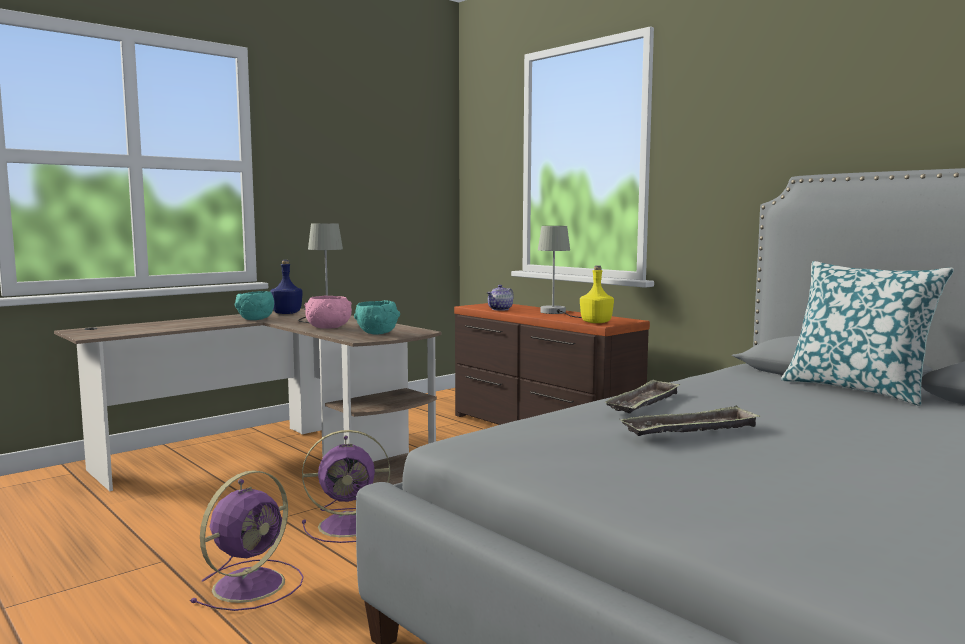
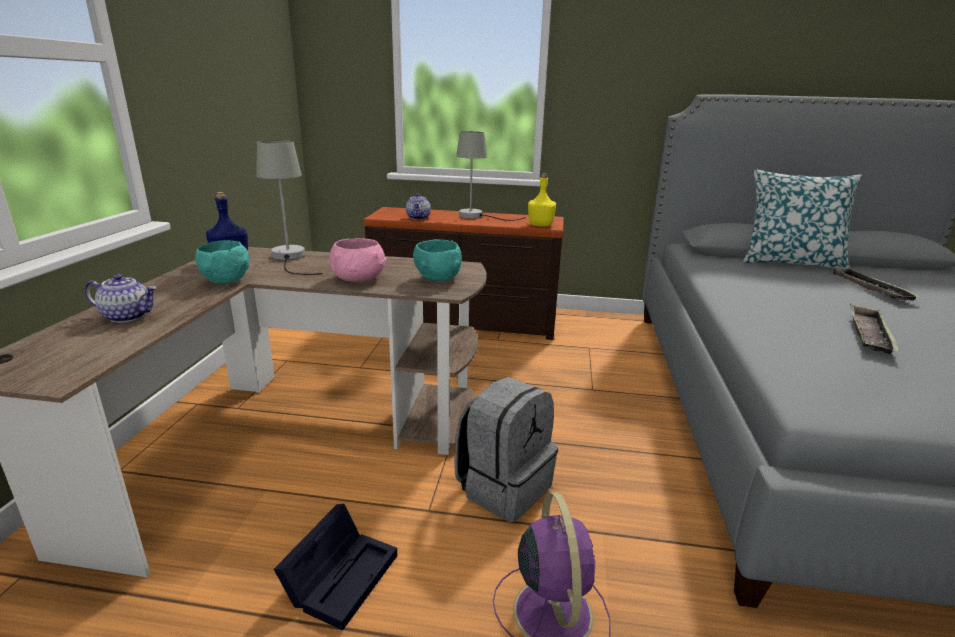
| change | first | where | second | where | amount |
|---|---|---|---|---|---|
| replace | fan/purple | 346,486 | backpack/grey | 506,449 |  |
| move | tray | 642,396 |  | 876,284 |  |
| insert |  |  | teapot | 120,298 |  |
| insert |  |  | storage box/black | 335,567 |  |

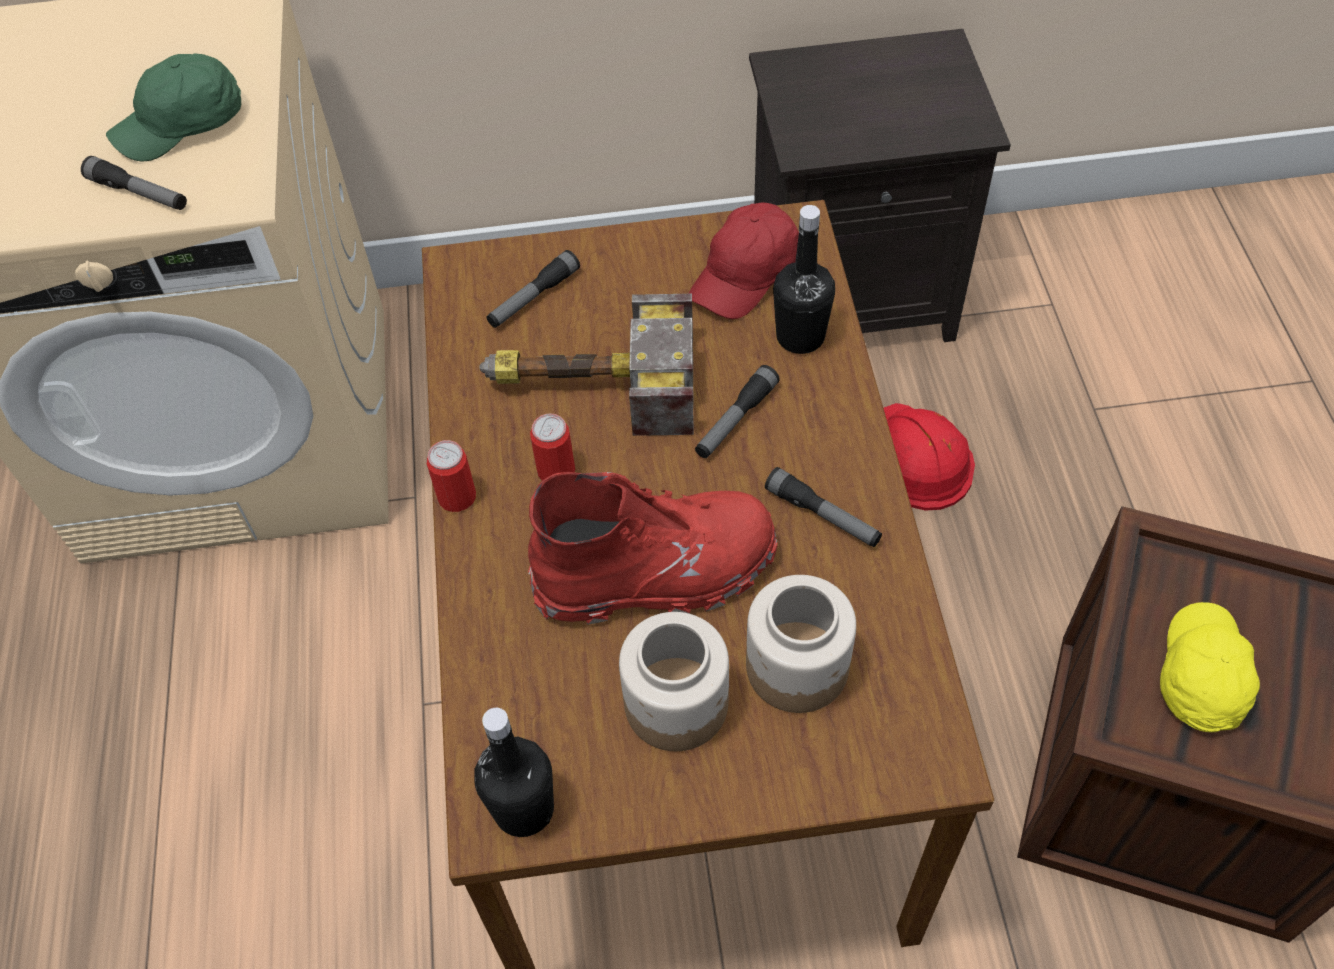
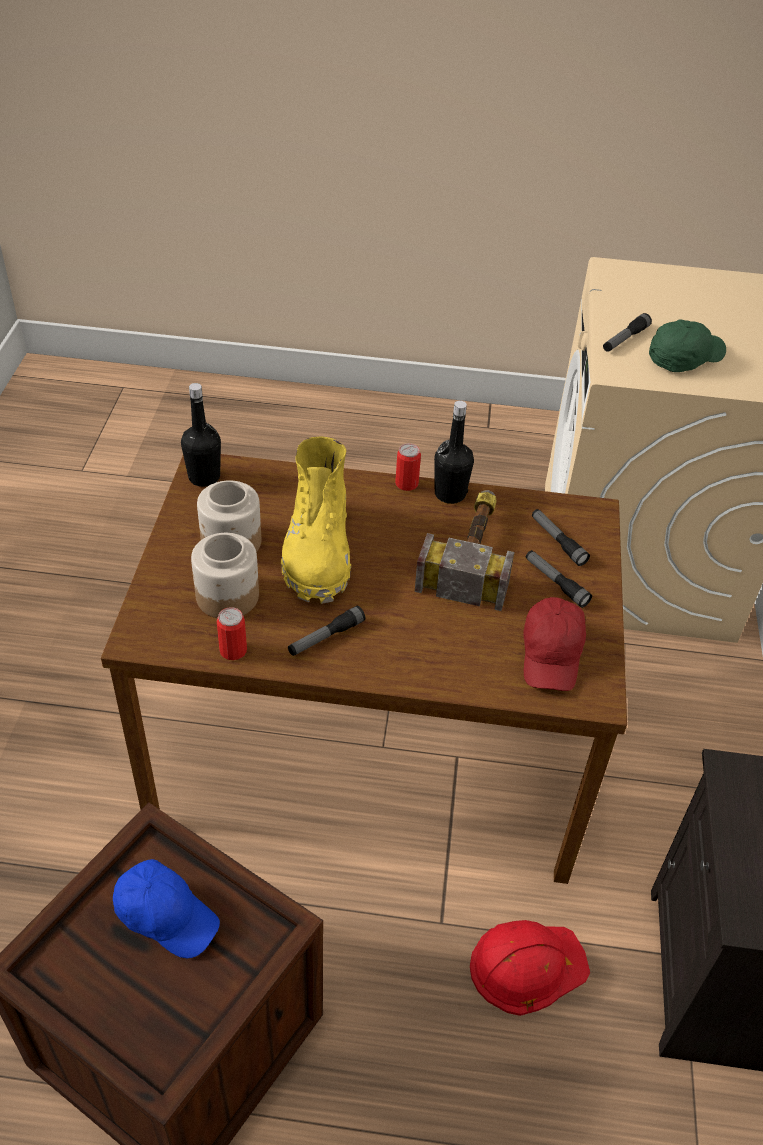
| change | first | where | second | where | amount |
|---|---|---|---|---|---|
| rotate | cap/green | 173,107 |  | 687,346 | 75 degrees clockwise |
| recolor | boot/red | 653,548 | boot/yellow | 316,520 |  |
| move | can | 552,447 |  | 232,633 |  |
| rotate | cap/red | 744,261 |  | 554,644 | 135 degrees counterclockwise |
| move | flashlight | 737,411 |  | 559,579 |  |
| move | bottle/black | 804,279 |  | 454,452 |  |
| recolor | cap/yellow | 1210,667 | cap/blue | 166,908 |  |

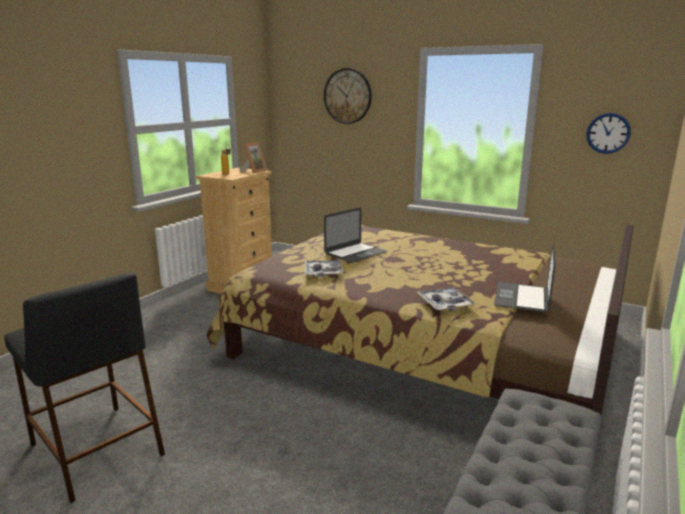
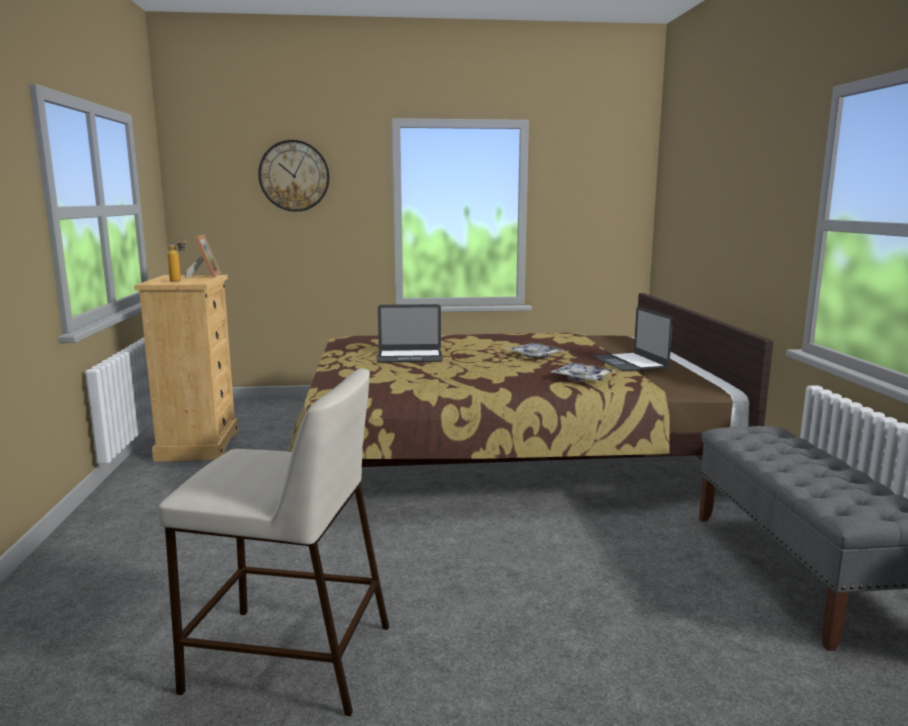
| change | first | where | second | where | amount |
|---|---|---|---|---|---|
| recolor | stool/black | 84,388 | stool/beige | 273,542 |  |
| move | tray | 324,268 |  | 535,350 |  |
| rotate | laptop | 355,235 |  | 410,333 | 75 degrees clockwise |
| delete | wall clock | 609,133 |  |  |  |

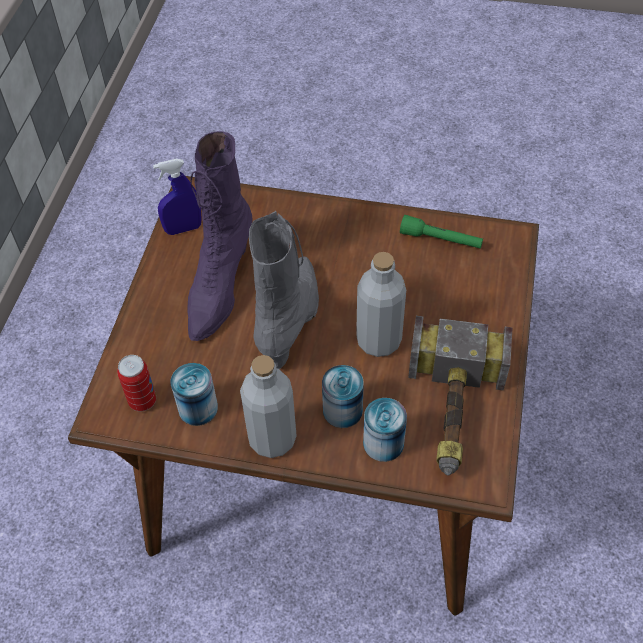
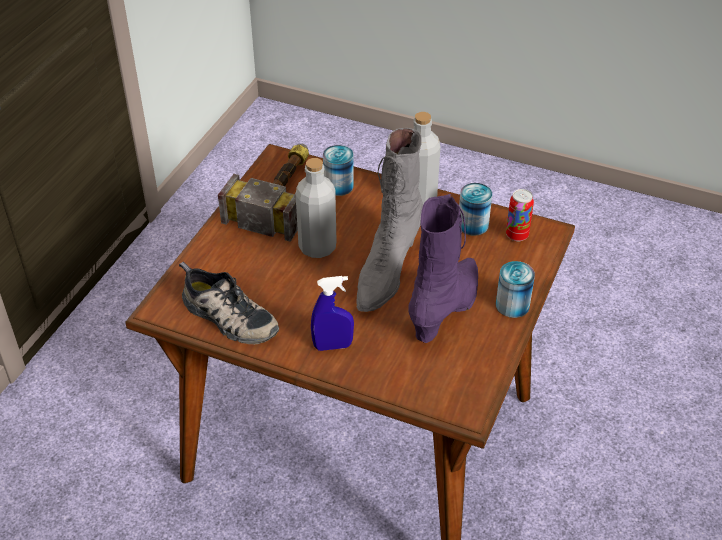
| change | first | where | second | where | amount |
|---|---|---|---|---|---|
| move | spray bottle/blue | 177,197 |  | 332,313 |  |
| move | can | 343,396 |  | 515,289 |  |
| replace | flashlight/green | 441,232 | shoe | 229,303 |  |

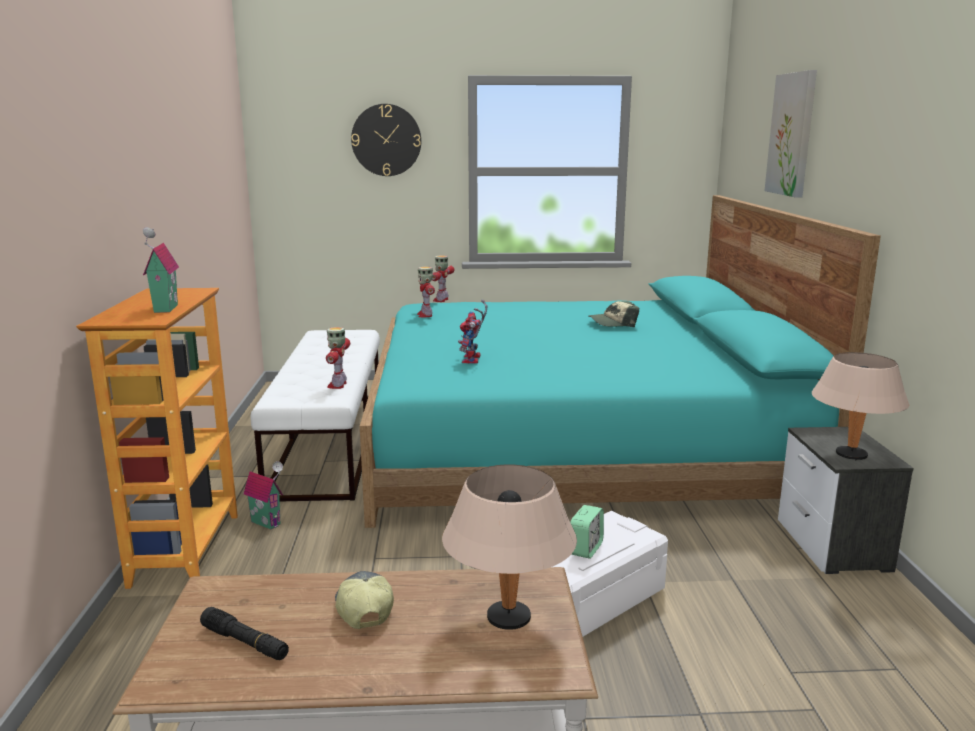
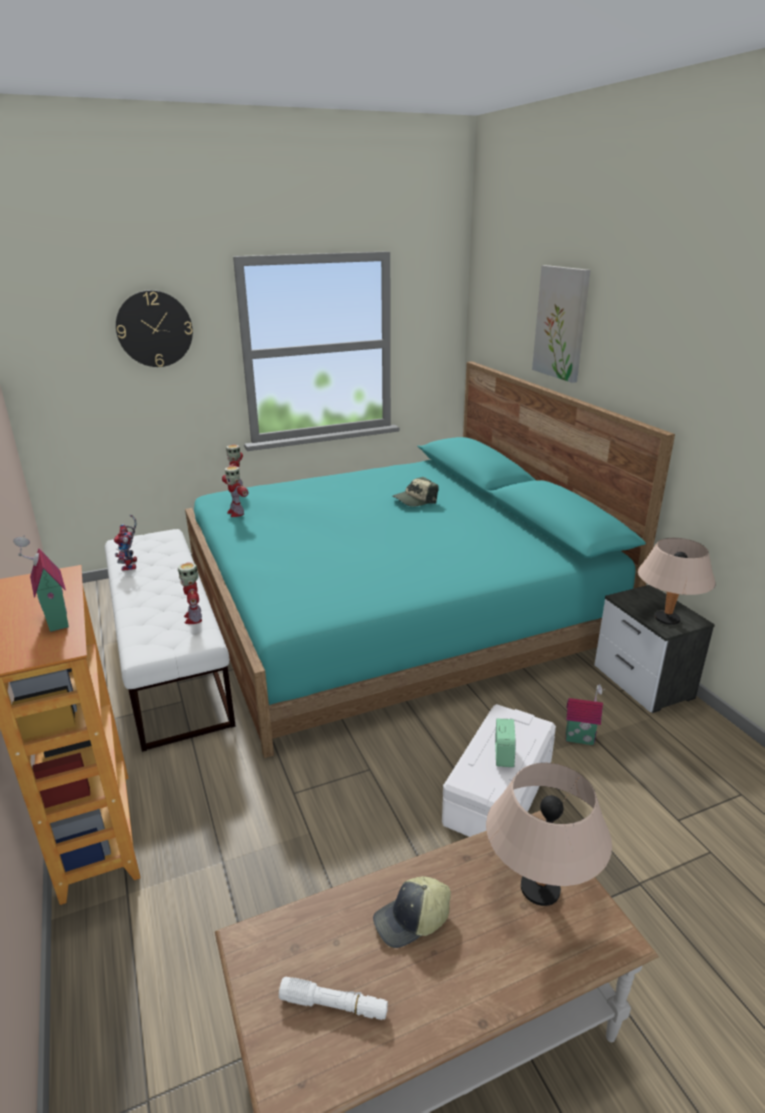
| change | first | where | second | where | amount |
|---|---|---|---|---|---|
| recolor | flashlight/black | 244,633 | flashlight/white | 333,998 |  |
| move | toy house | 263,495 |  | 585,714 |  |
| rotate | cap | 364,600 |  | 412,912 | 75 degrees counterclockwise |
| move | toy robot | 472,332 |  | 125,542 |  |

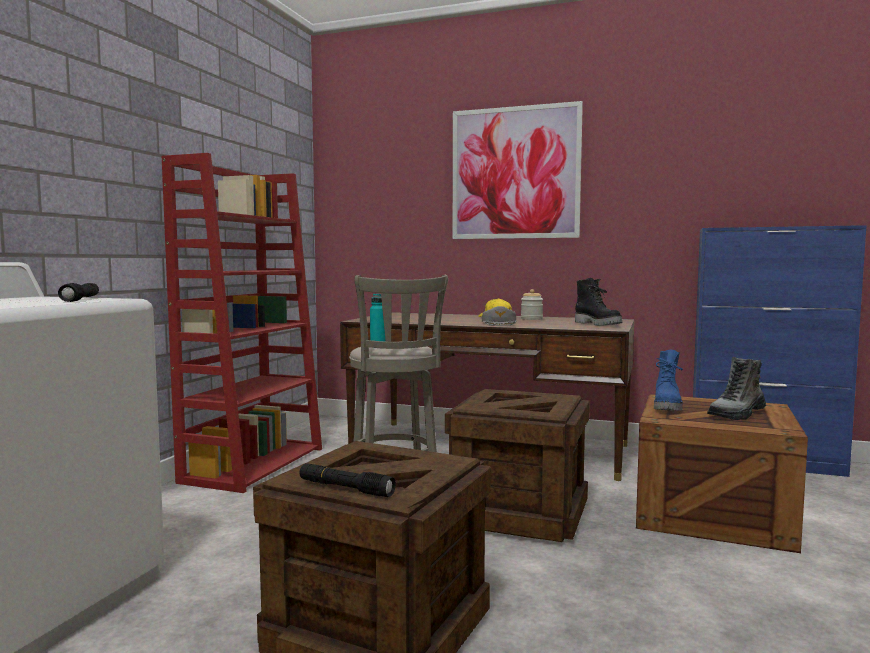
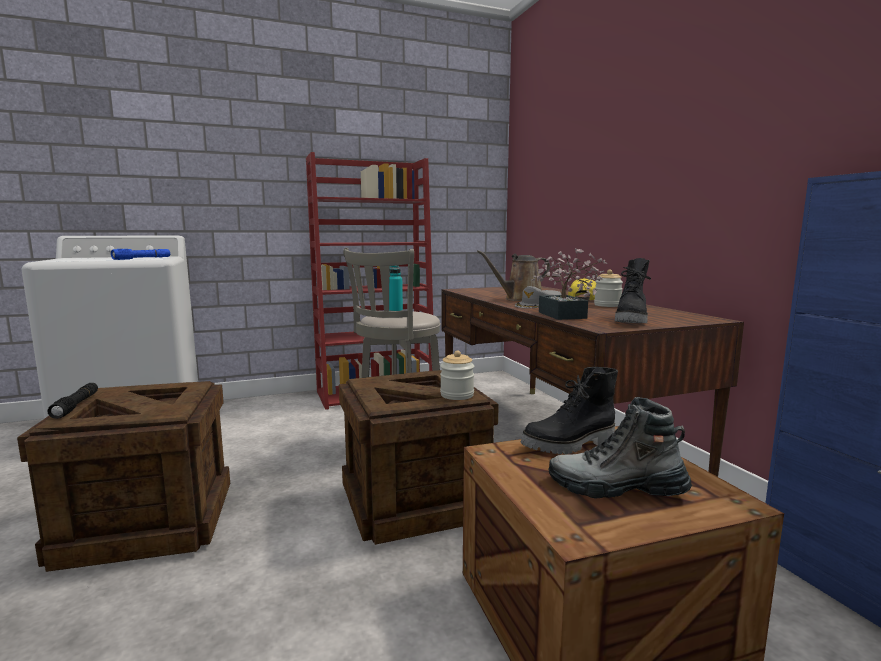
| change | first | where | second | where | amount |
|---|---|---|---|---|---|
| recolor | flashlight/black | 78,292 | flashlight/blue | 140,254 |  |
| delete | picture | 518,170 |  |  |  |
| recolor | boot/blue | 668,380 | boot/black | 569,410 |  |
| insert |  |  | jar | 457,375 |  |
| insert |  |  | watering can/brown | 513,275 |  |
| insert |  |  | potted plant | 569,284 |  |

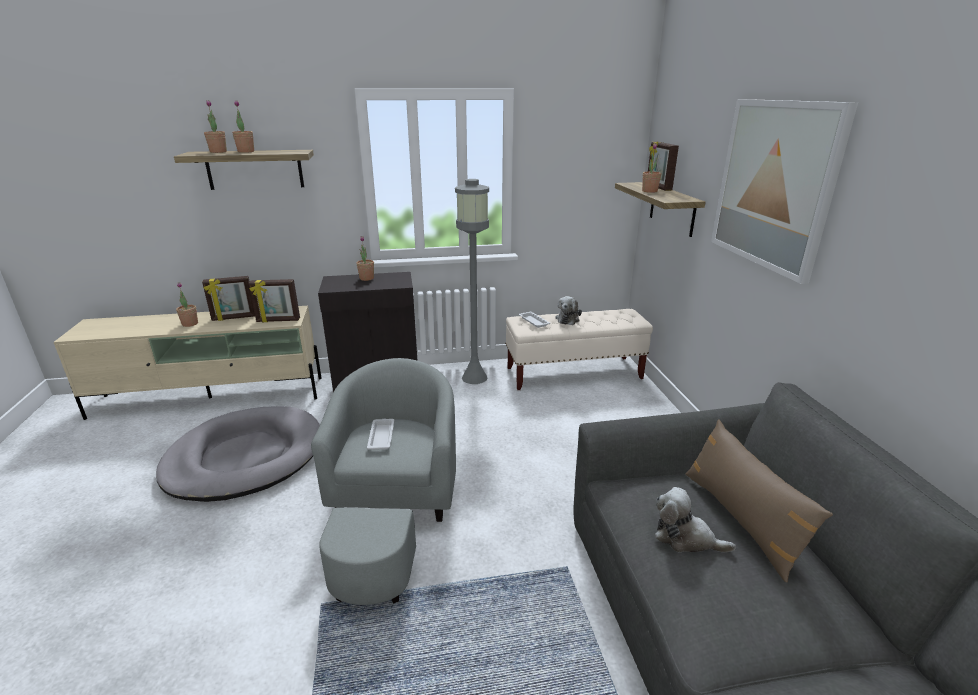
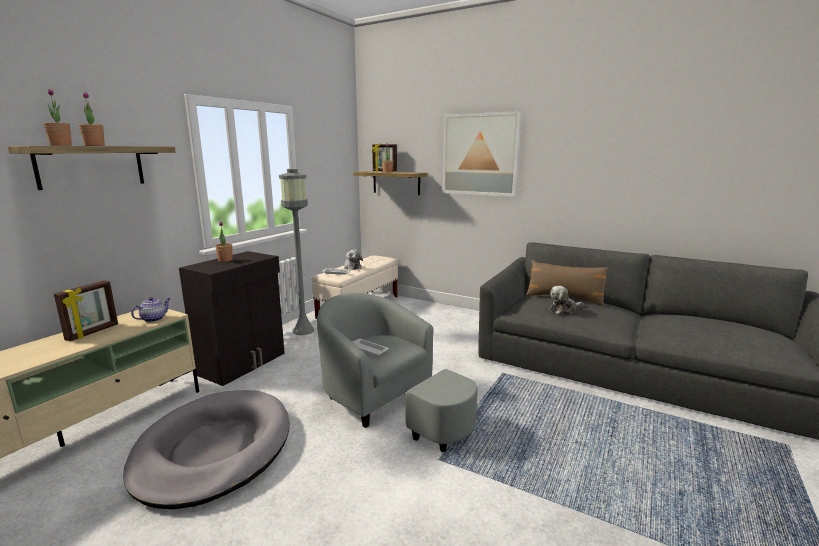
| change | first | where | second | where | amount |
|---|---|---|---|---|---|
| delete | potted plant | 187,304 |  |  |  |
| replace | picture frame | 274,300 | teapot | 150,309 |  |

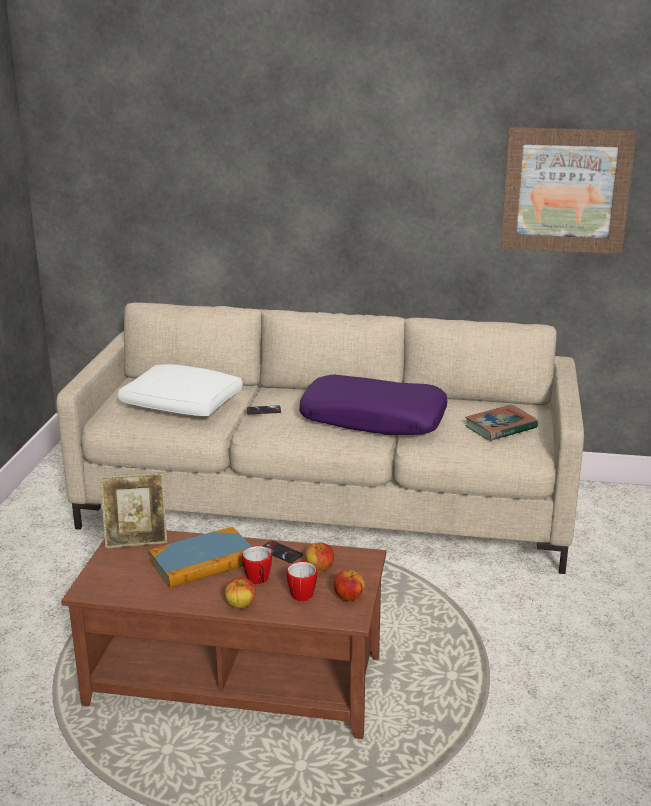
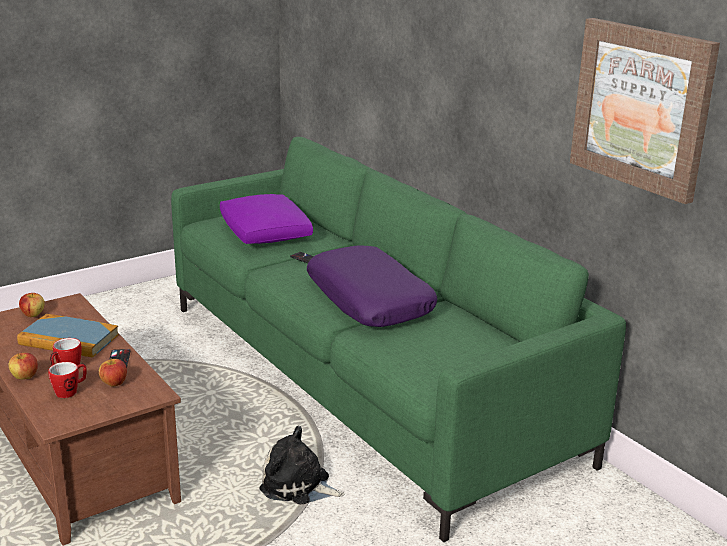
| change | first | where | second | where | amount |
|---|---|---|---|---|---|
| recolor | sofa/beige | 320,438 | sofa/green | 398,339 |  |
| delete | picture frame | 133,510 |  |  |  |
| recolor | pillow/white | 180,390 | pillow/purple | 266,219 |  |
| move | apple | 349,585 |  | 32,305 |  |
| delete | book | 501,422 |  |  |  |
| insert |  |  | plush toy | 302,465 |  |

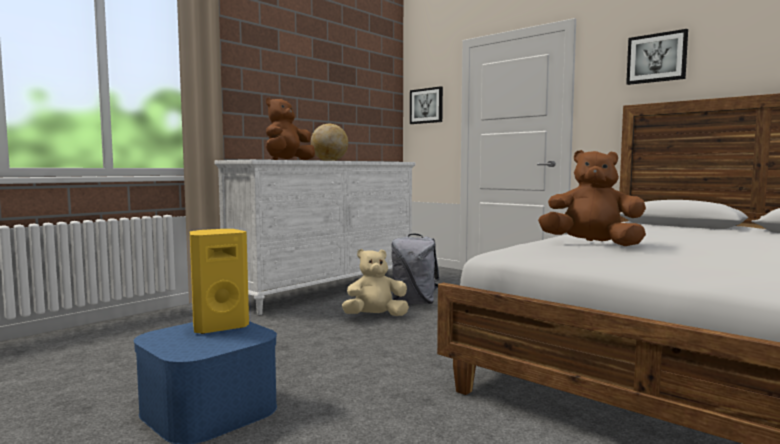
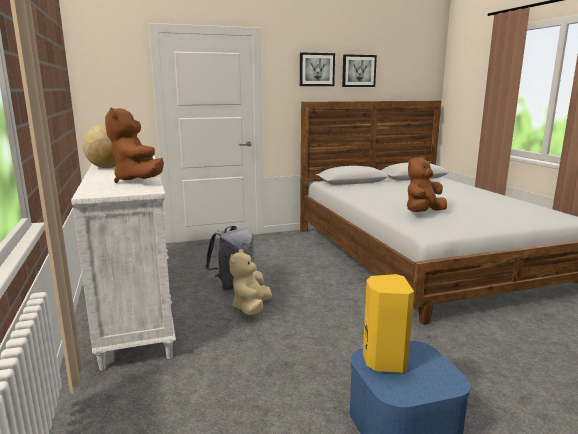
| change | first | where | second | where | amount |
|---|---|---|---|---|---|
| move | picture | 426,105 |  | 359,70 |  |

